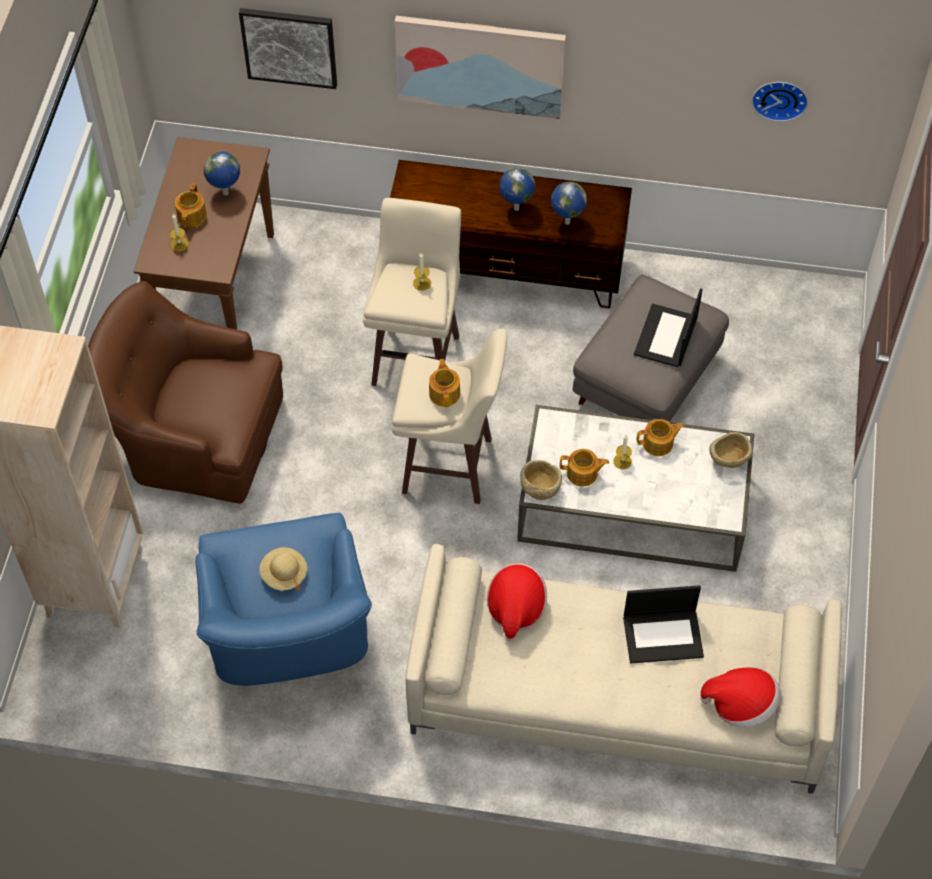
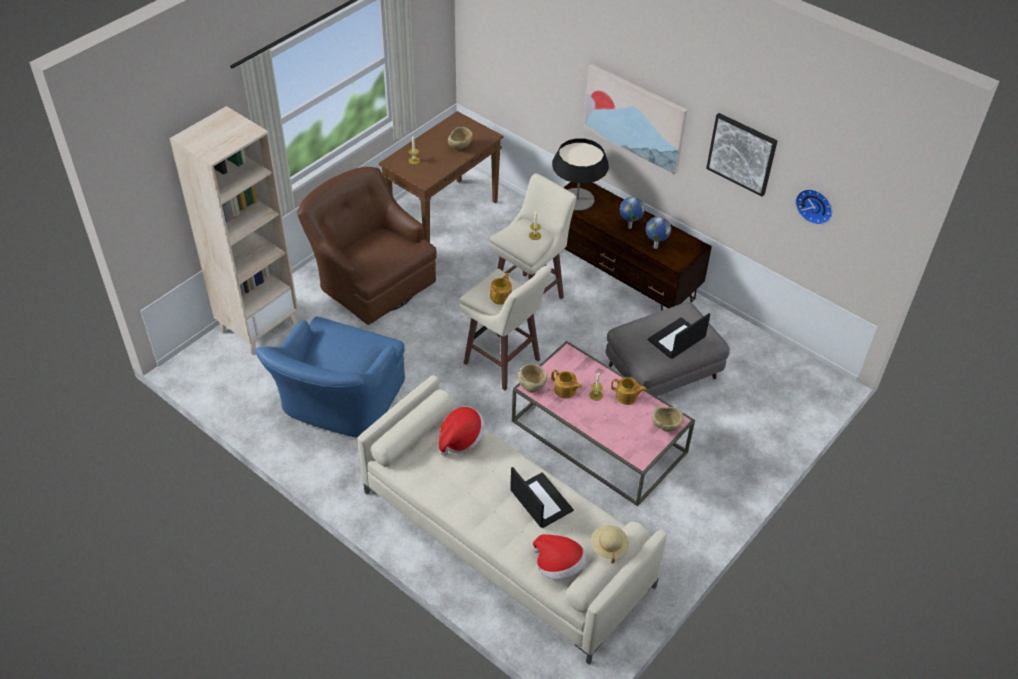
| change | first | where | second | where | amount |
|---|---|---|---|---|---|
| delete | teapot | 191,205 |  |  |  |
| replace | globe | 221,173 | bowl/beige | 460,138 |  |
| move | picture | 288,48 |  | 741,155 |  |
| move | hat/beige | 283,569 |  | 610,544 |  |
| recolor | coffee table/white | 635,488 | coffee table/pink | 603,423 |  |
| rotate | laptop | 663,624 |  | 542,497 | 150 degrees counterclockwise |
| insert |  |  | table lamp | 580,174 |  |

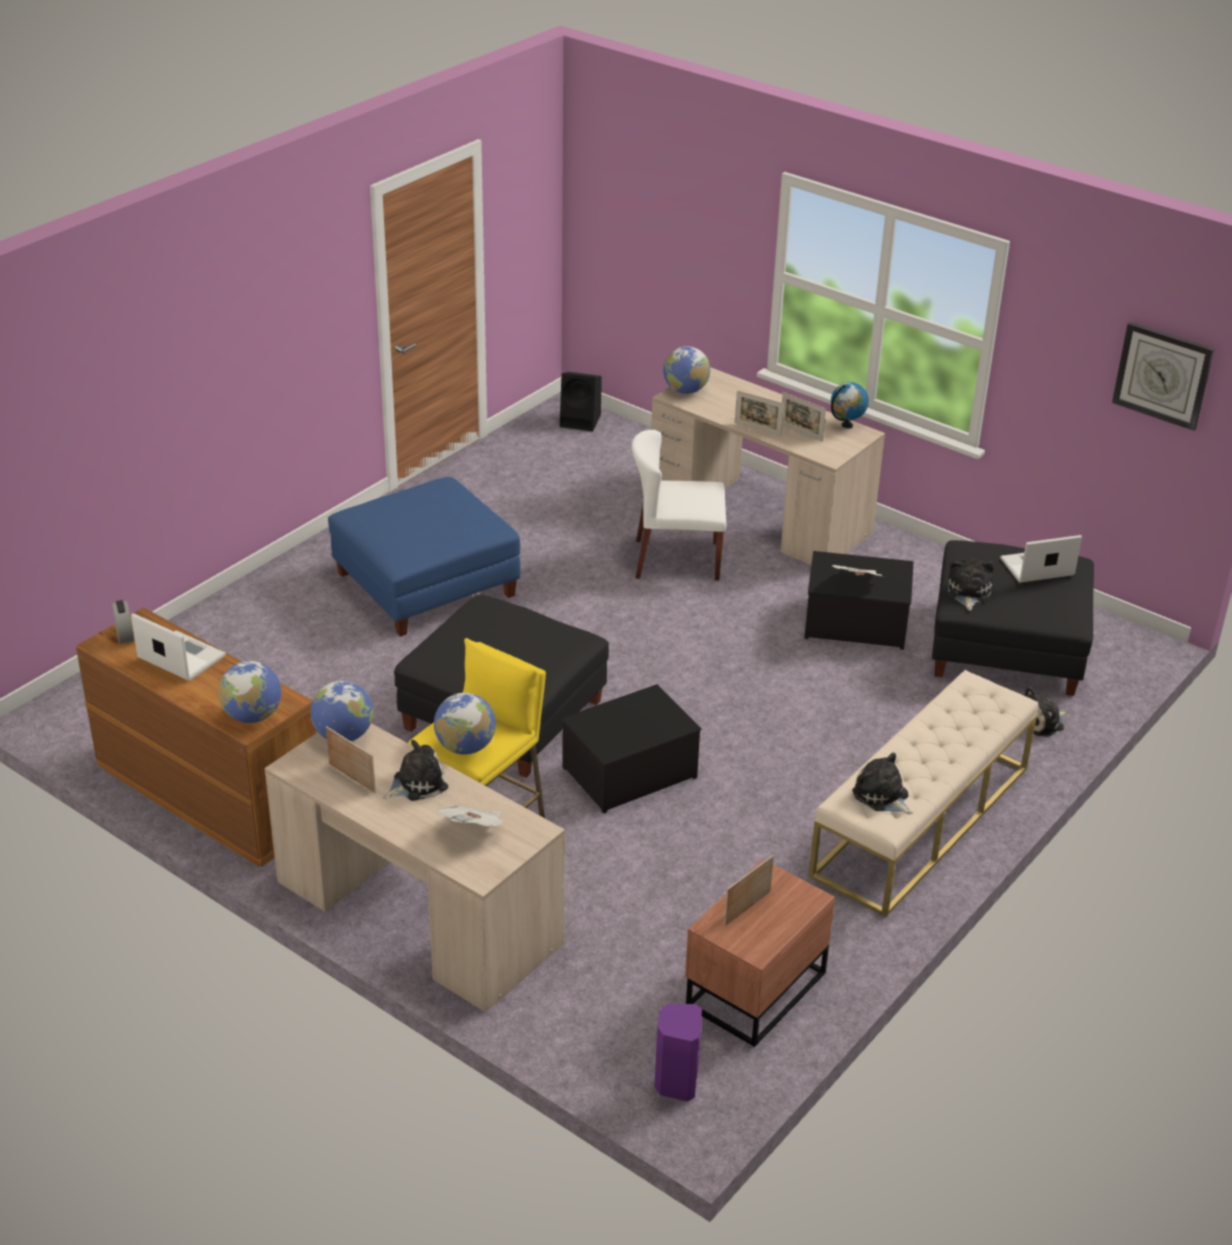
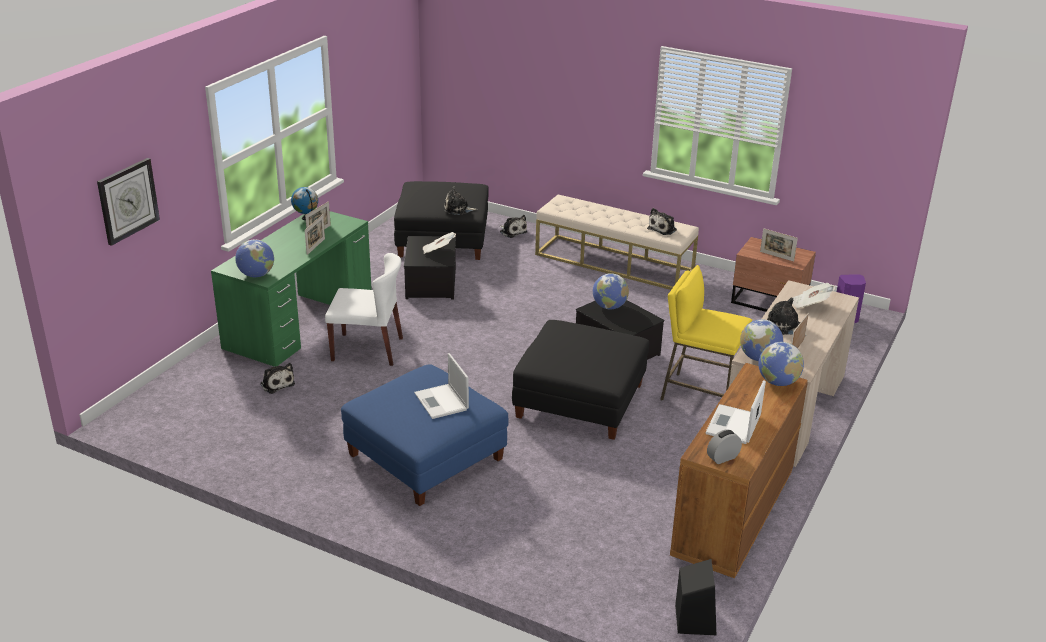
| change | first | where | second | where | amount |
|---|---|---|---|---|---|
| move | globe | 465,724 |  | 611,291 |  |
| move | speaker/black | 581,401 |  | 695,597 |  |
| rotate | chair/white | 678,505 |  | 364,309 | 75 degrees counterclockwise |
| recolor | desk/beige | 768,466 | desk/green | 291,289 |  |
| move | laptop | 1041,559 |  | 441,386 |  |
| move | wall clock | 1163,376 |  | 128,202 |  |
| insert |  |  | plush toy | 277,378 |  |

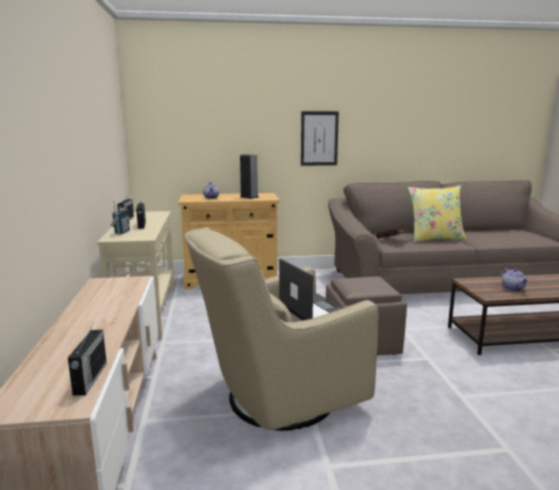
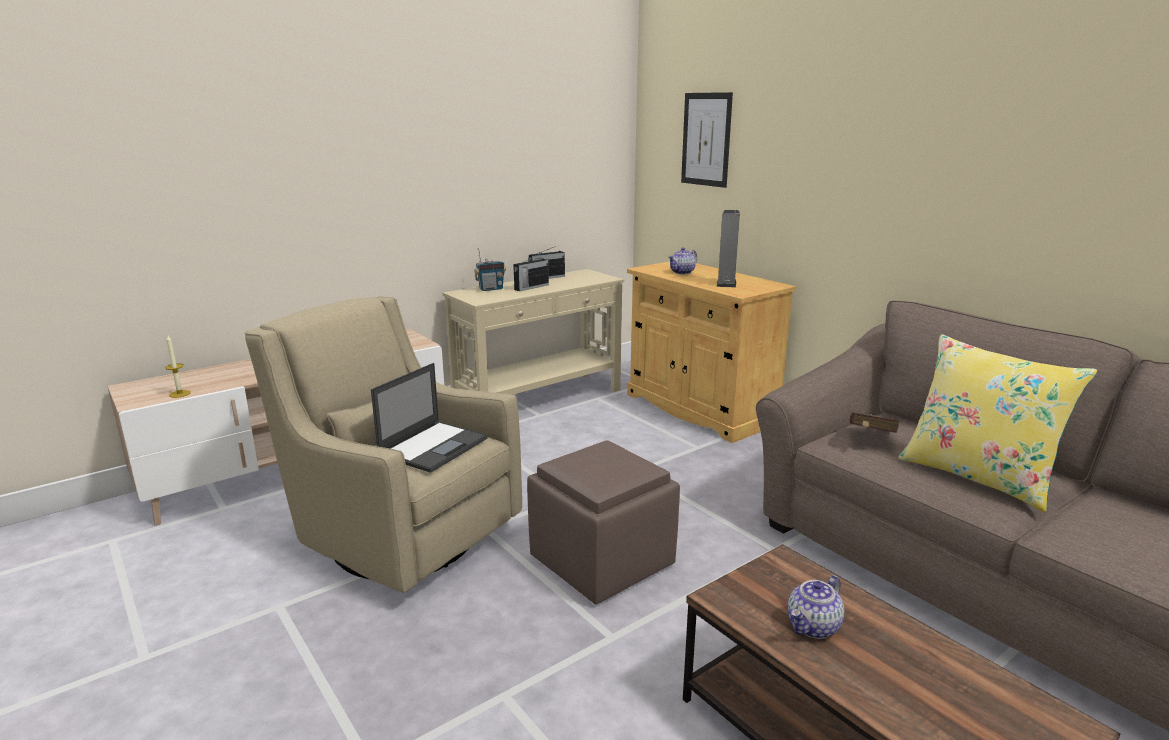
| change | first | where | second | where | amount |
|---|---|---|---|---|---|
| replace | radio | 87,359 | candle | 178,366 |  |
| move | picture | 320,138 |  | 707,140 |  |

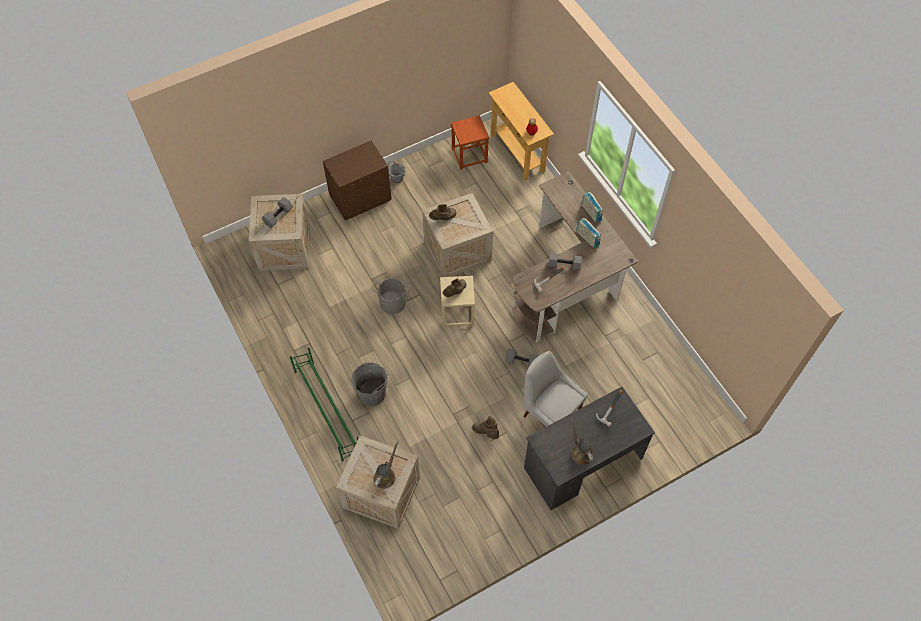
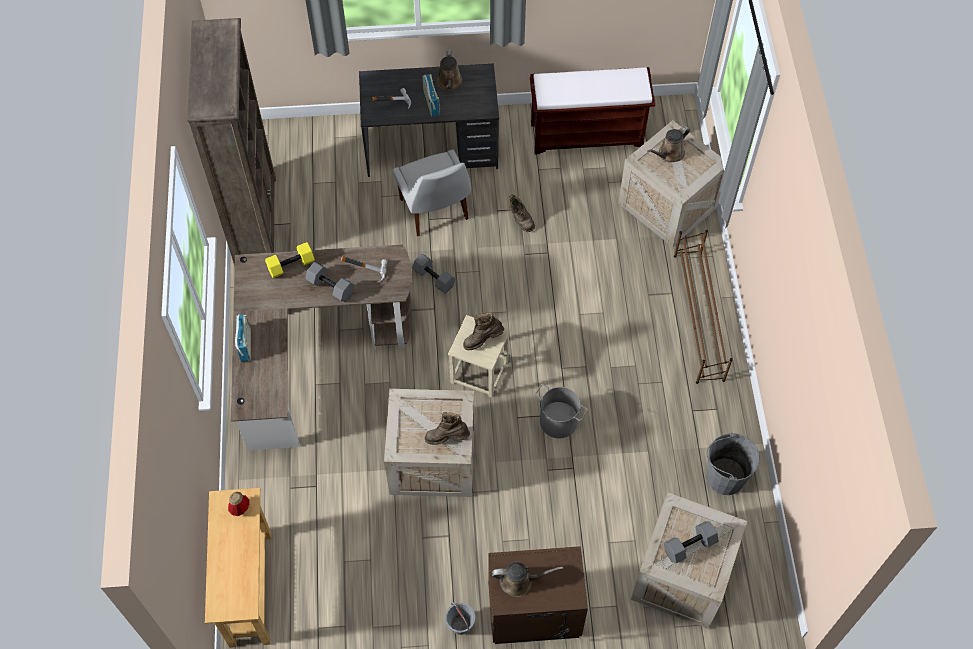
| change | first | where | second | where | amount |
|---|---|---|---|---|---|
| recolor | shoe rack/green | 324,404 | shoe rack/brown | 703,307 |  |
| move | bucket/grey | 370,384 |  | 733,464 |  |
| delete | stool/brown | 470,142 |  |  |  |
| move | radio | 588,233 |  | 431,95 |  |
| insert |  |  | bookcase/brown | 231,141 |  |
| insert |  |  | dumbbell/yellow | 290,260 |  |
| insert |  |  | watering can/brown | 527,579 |  |
| insert |  |  | bench/brown | 592,110 |  |

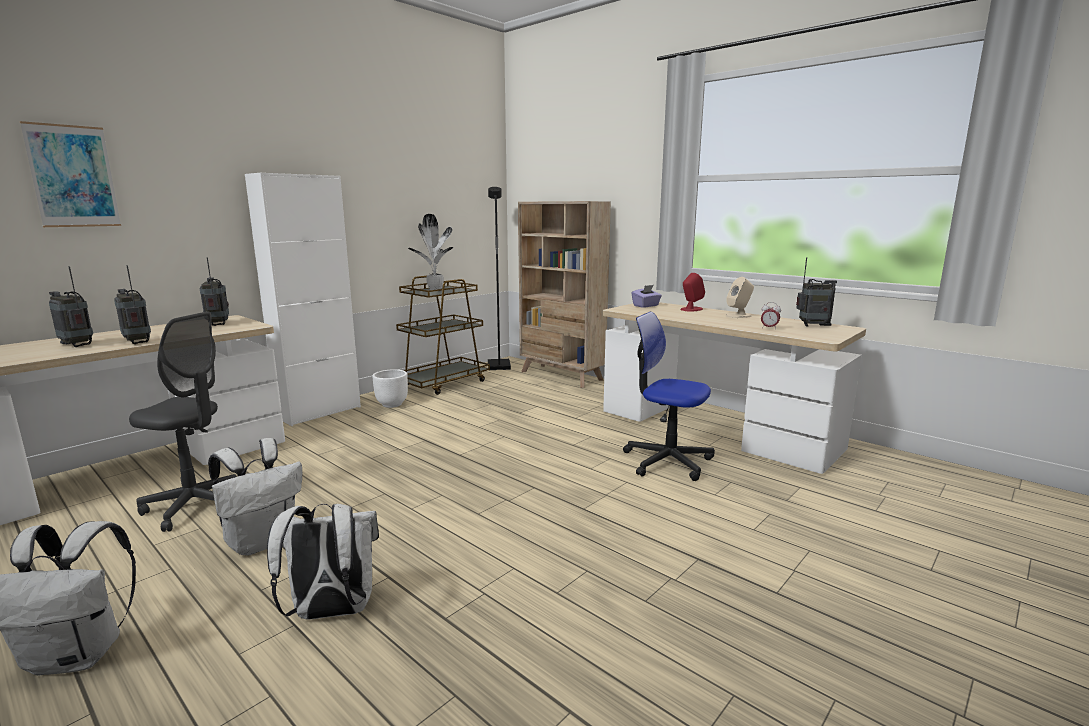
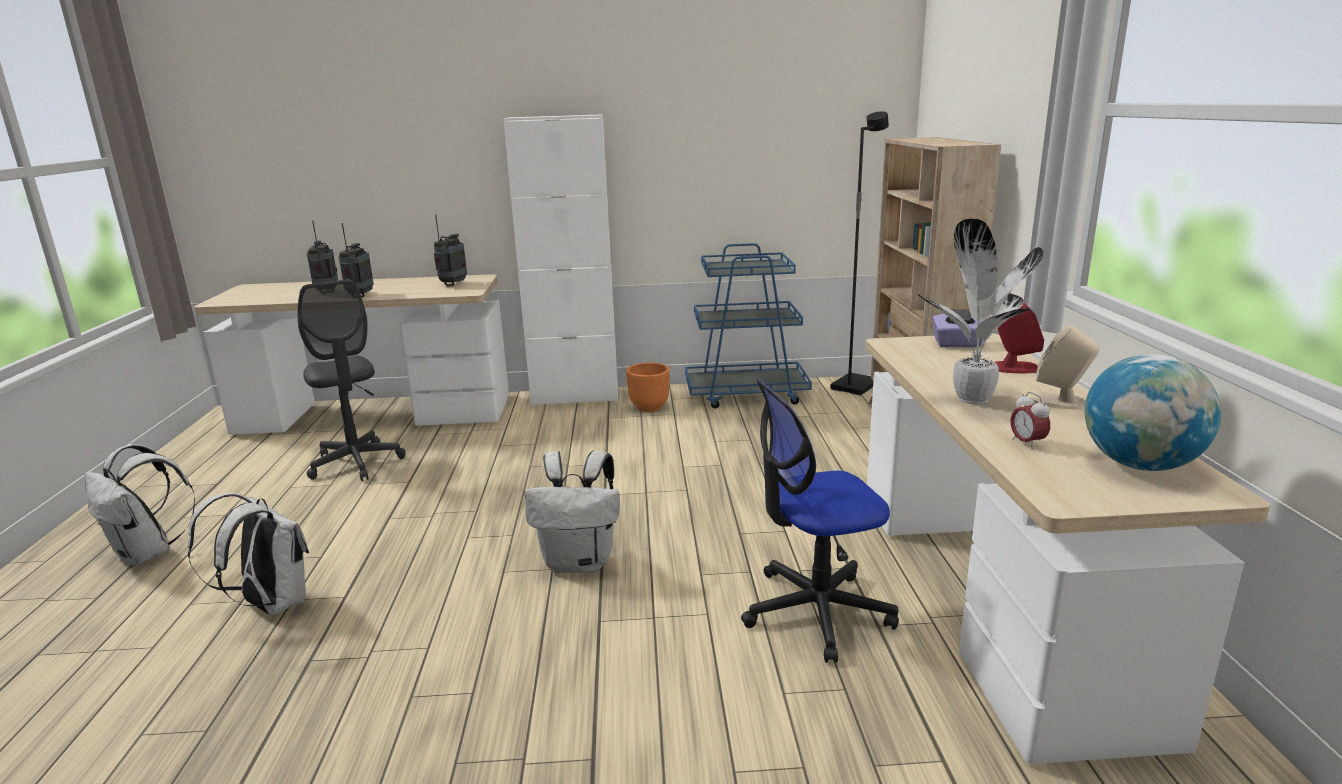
| change | first | where | second | where | amount |
|---|---|---|---|---|---|
| delete | picture | 70,174 |  |  |  |
| move | backpack/white | 255,496 |  | 572,512 |  |
| recolor | planter/white | 390,388 | planter/orange | 648,387 |  |
| recolor | cart/brown | 443,335 | cart/blue | 748,325 |  |
| move | potted plant | 430,252 |  | 980,311 |  |
| rotate | office chair | 669,396 |  | 820,521 | 90 degrees counterclockwise |
| replace | radio | 816,292 | globe | 1153,412 |  |

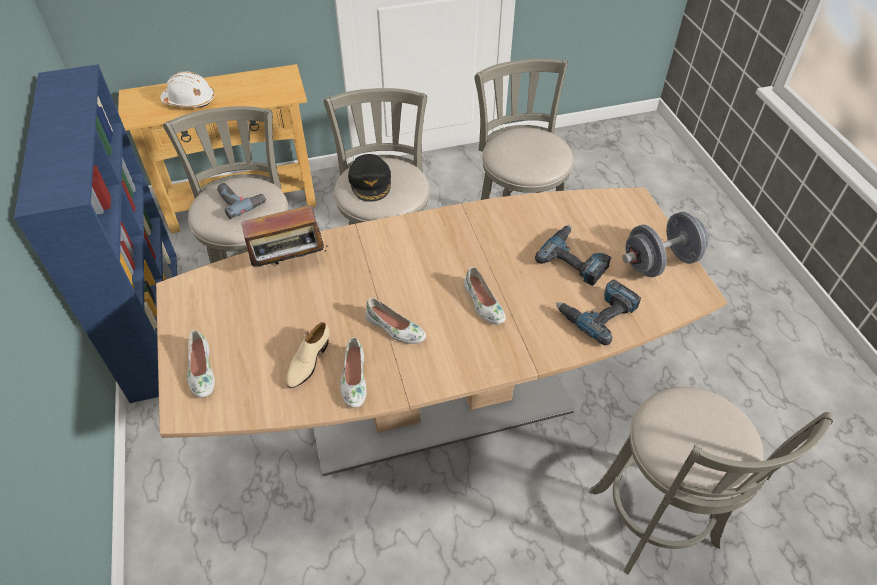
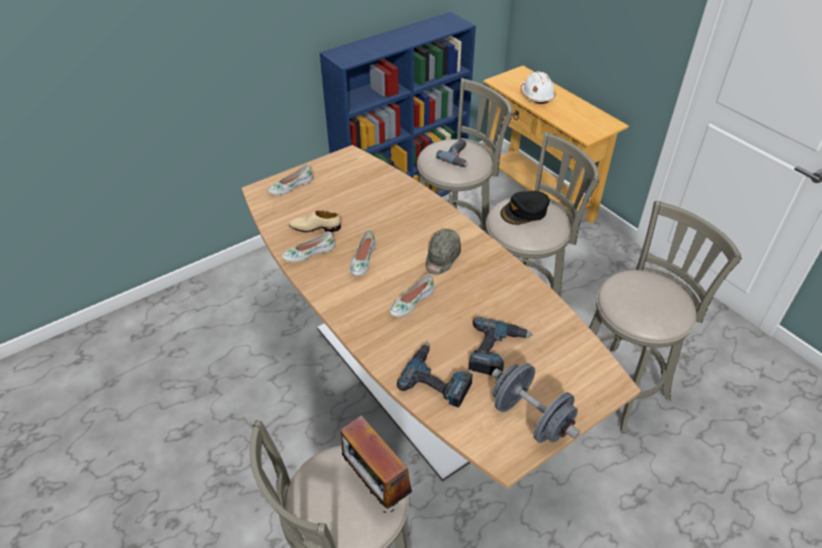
| change | first | where | second | where | amount |
|---|---|---|---|---|---|
| move | radio | 284,236 |  | 376,464 |  |
| insert |  |  | cap/grey | 443,252 |  |

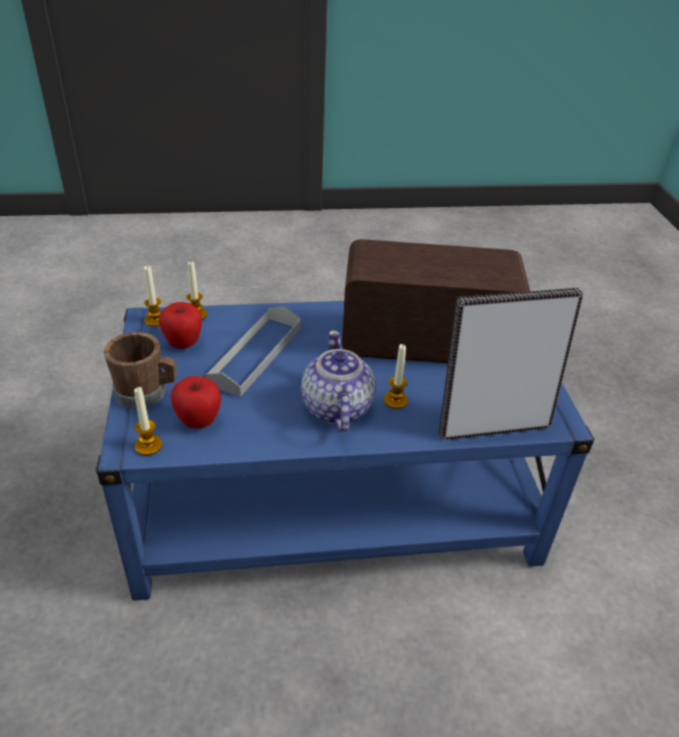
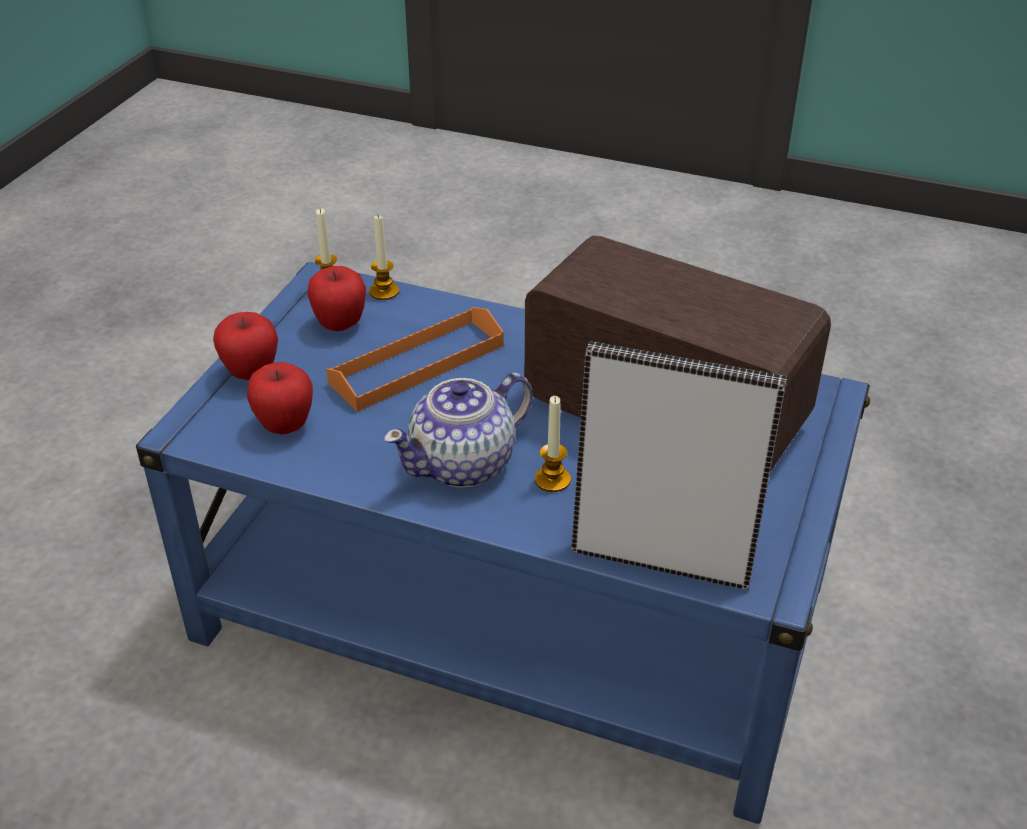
| change | first | where | second | where | amount |
|---|---|---|---|---|---|
| replace | mug/brown | 140,370 | apple | 245,346 |  |
| delete | candle | 148,421 |  |  |  |
| recolor | tray/grey | 253,351 | tray/orange | 415,359 |  |
| rotate | teapot | 338,381 |  | 458,430 | 150 degrees counterclockwise |

